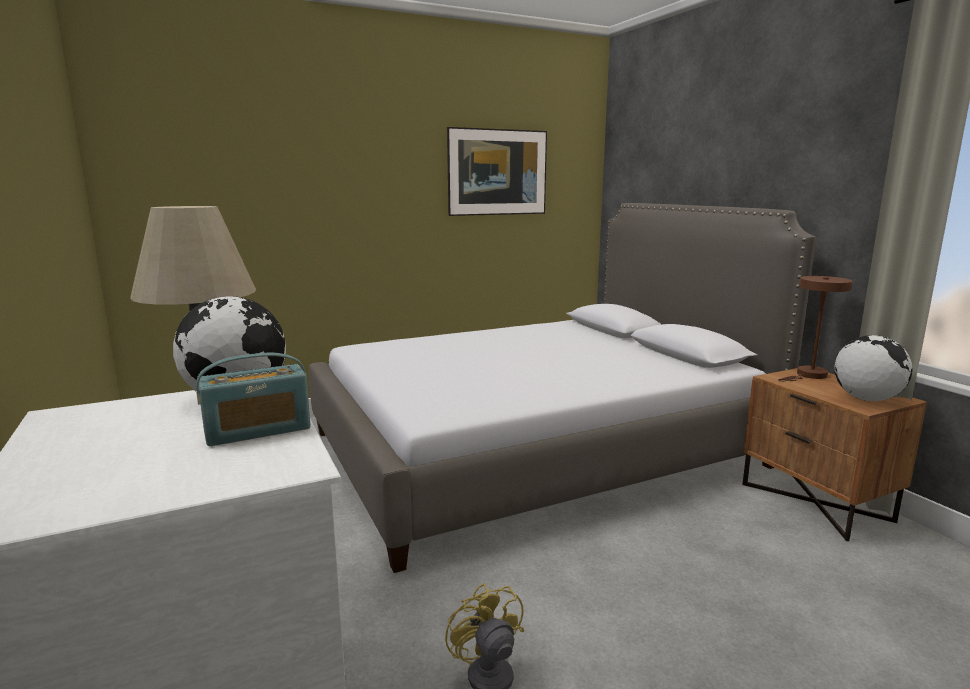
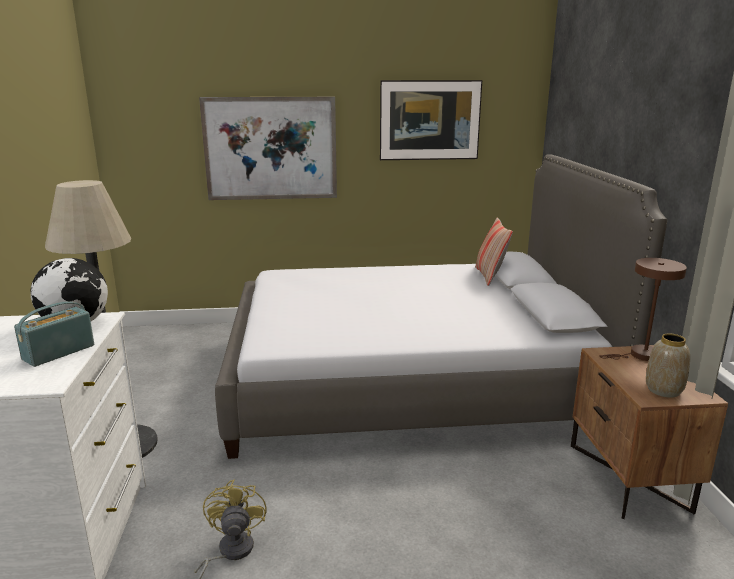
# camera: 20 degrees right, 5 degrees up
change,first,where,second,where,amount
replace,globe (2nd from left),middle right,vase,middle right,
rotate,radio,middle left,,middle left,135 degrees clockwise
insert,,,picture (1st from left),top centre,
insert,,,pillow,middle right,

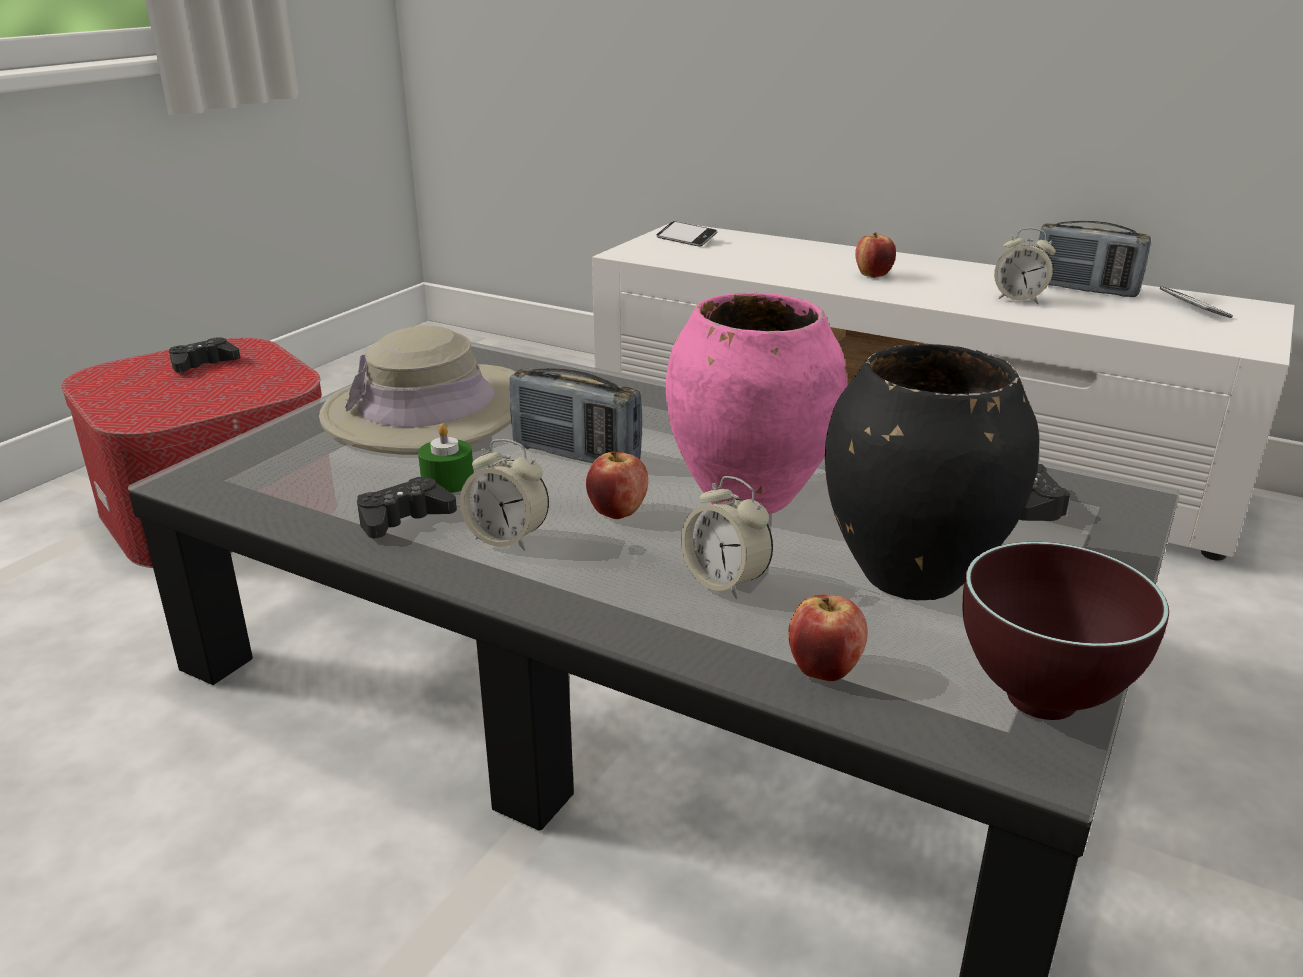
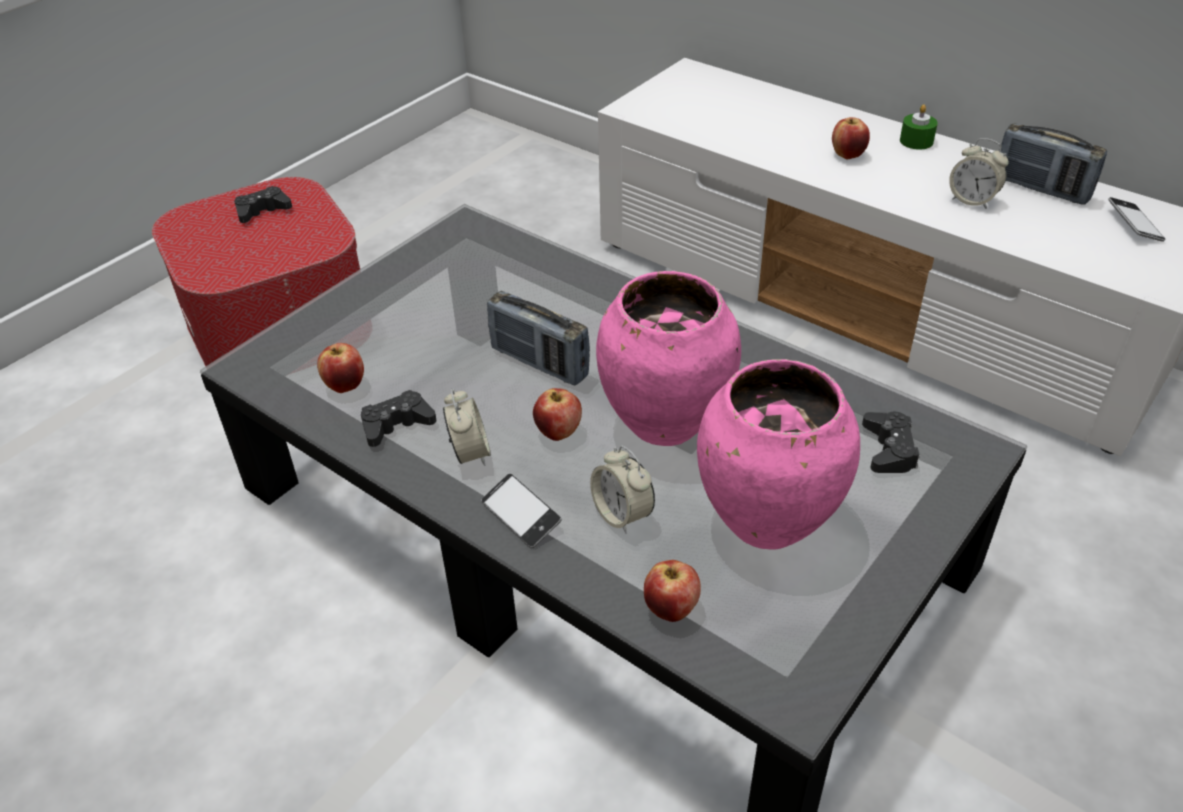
# camera: 10 degrees right, 15 degrees up
change,first,where,second,where,amount
move,phone (1st from left),top centre,,centre,
delete,hat (beige),middle left,,,
recolor,vase (black),middle right,vase (pink) (2nd from left),centre,
move,candle (green),centre,,top right,
rotate,alarm clock (1st from left),centre,,centre,135 degrees counterclockwise
delete,bowl (brown),middle right,,,
insert,,,apple (1st from left),middle left,

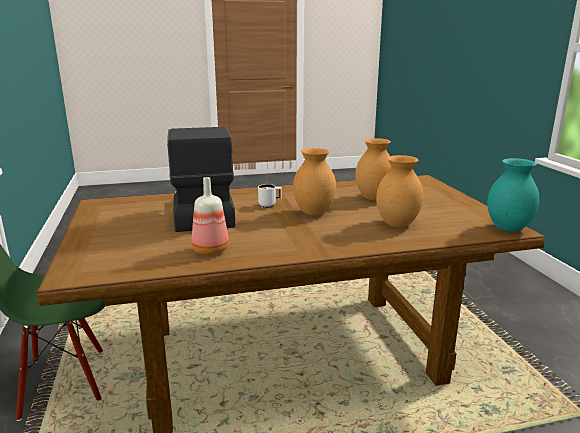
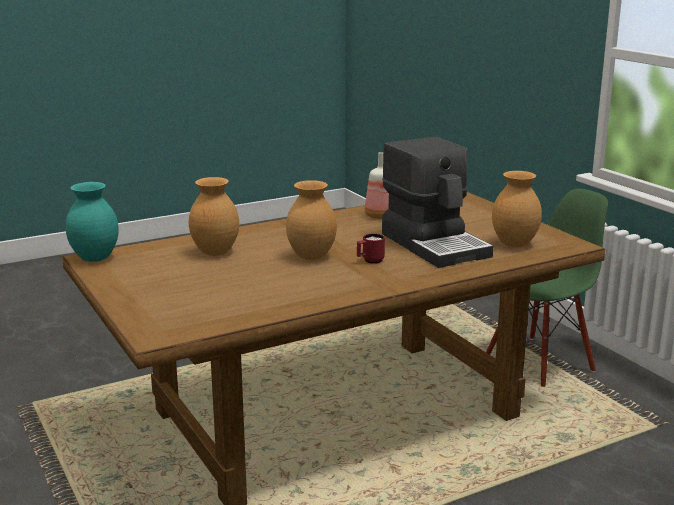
# camera: 165 degrees right, 0 degrees up
change,first,where,second,where,amount
move,vase (brown) (2nd from left in the first image),centre,vase (brown) (3rd from left),middle right,
recolor,mug (white),centre,mug (red),centre,

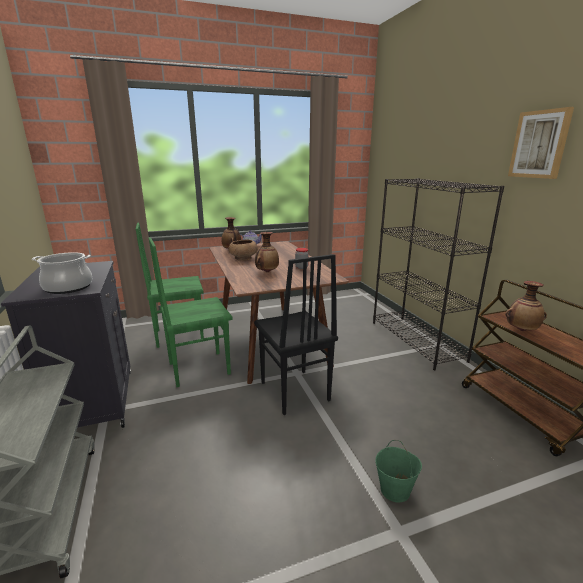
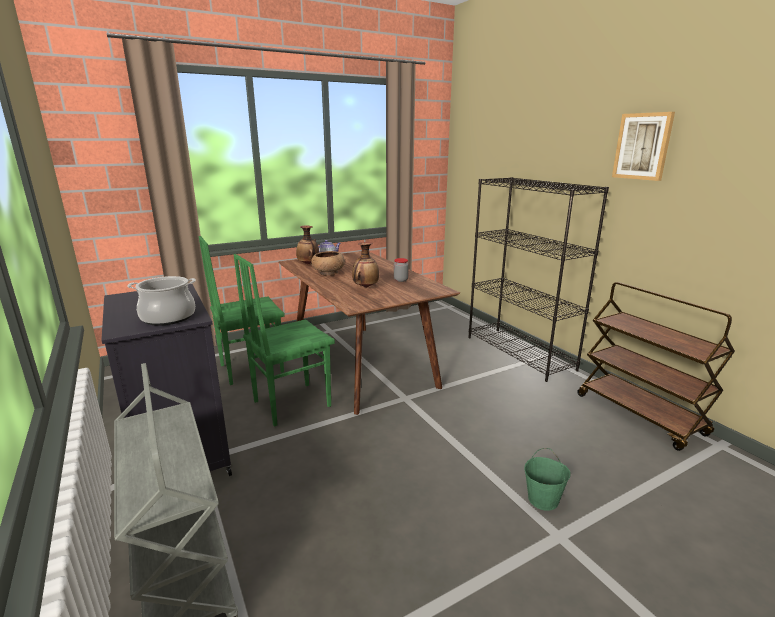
# camera: 10 degrees left, 0 degrees up
change,first,where,second,where,amount
delete,chair (black),centre,,,
delete,vase (3rd from left),middle right,,,

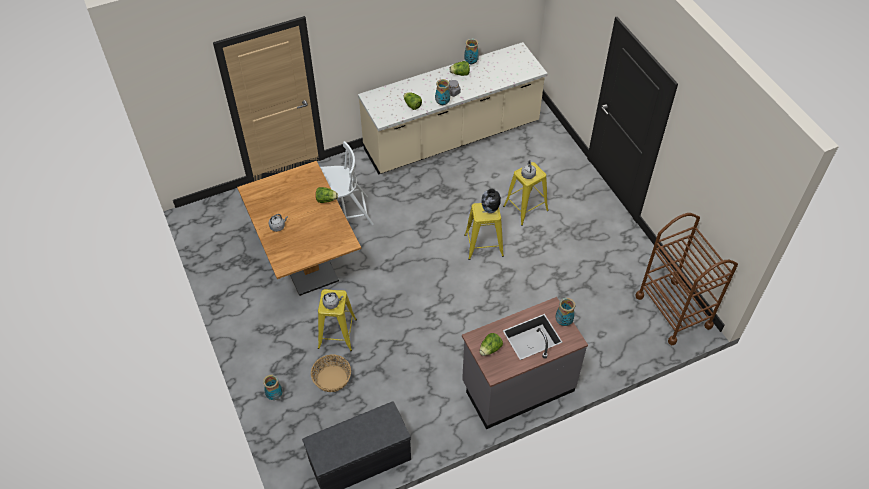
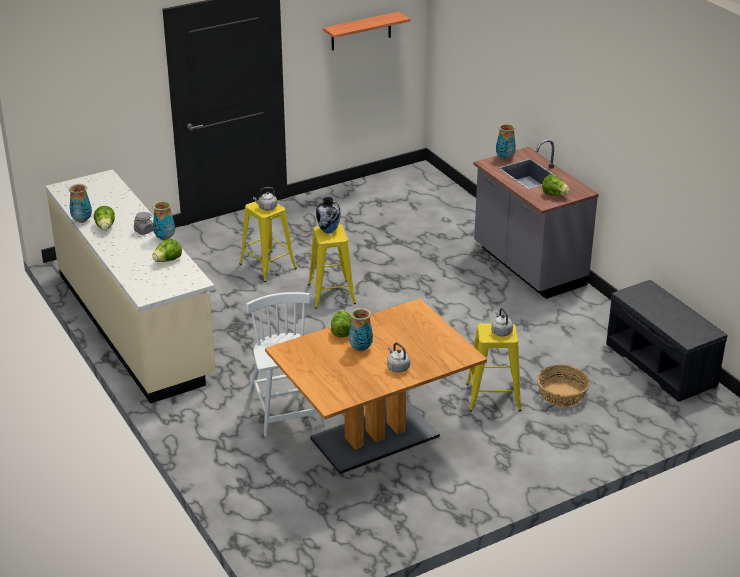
# camera: 95 degrees left, 20 degrees down
change,first,where,second,where,amount
delete,cart (brown),middle right,,,
move,vase (1st from left in the first image),bottom left,vase (4th from left),centre,
insert,,,shelf,top centre,

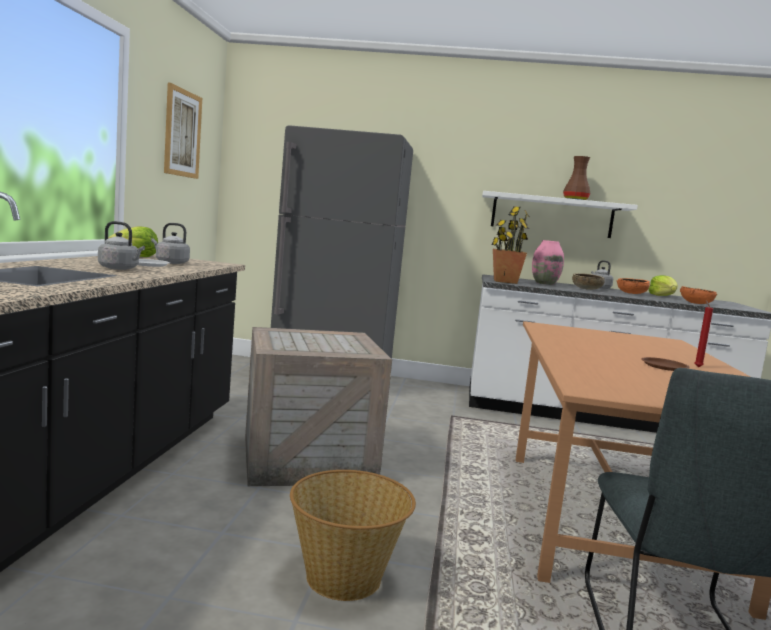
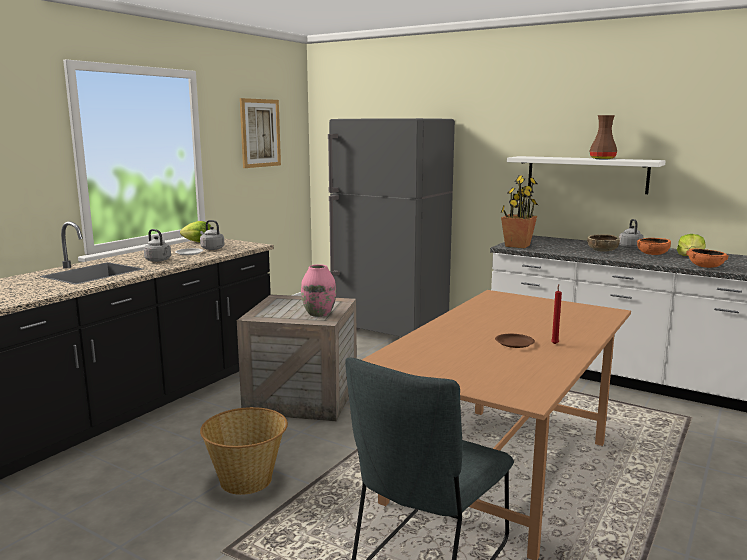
# camera: 25 degrees right, 5 degrees up
change,first,where,second,where,amount
move,vase (pink),middle right,,centre,

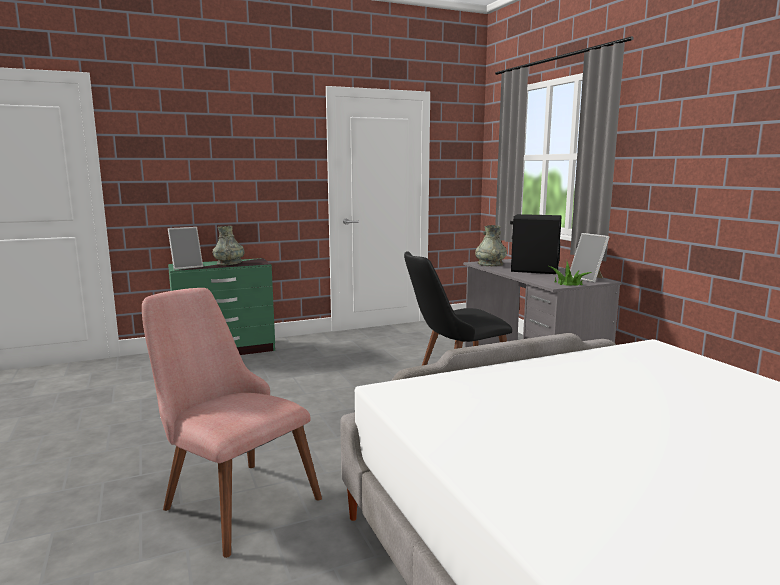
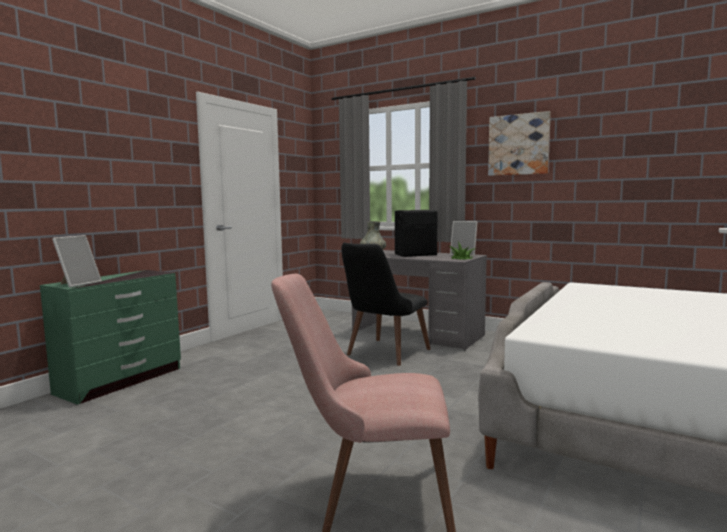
# camera: 35 degrees left, 5 degrees down
change,first,where,second,where,amount
delete,vase (grey) (1st from left),middle left,,,
insert,,,picture,top right,

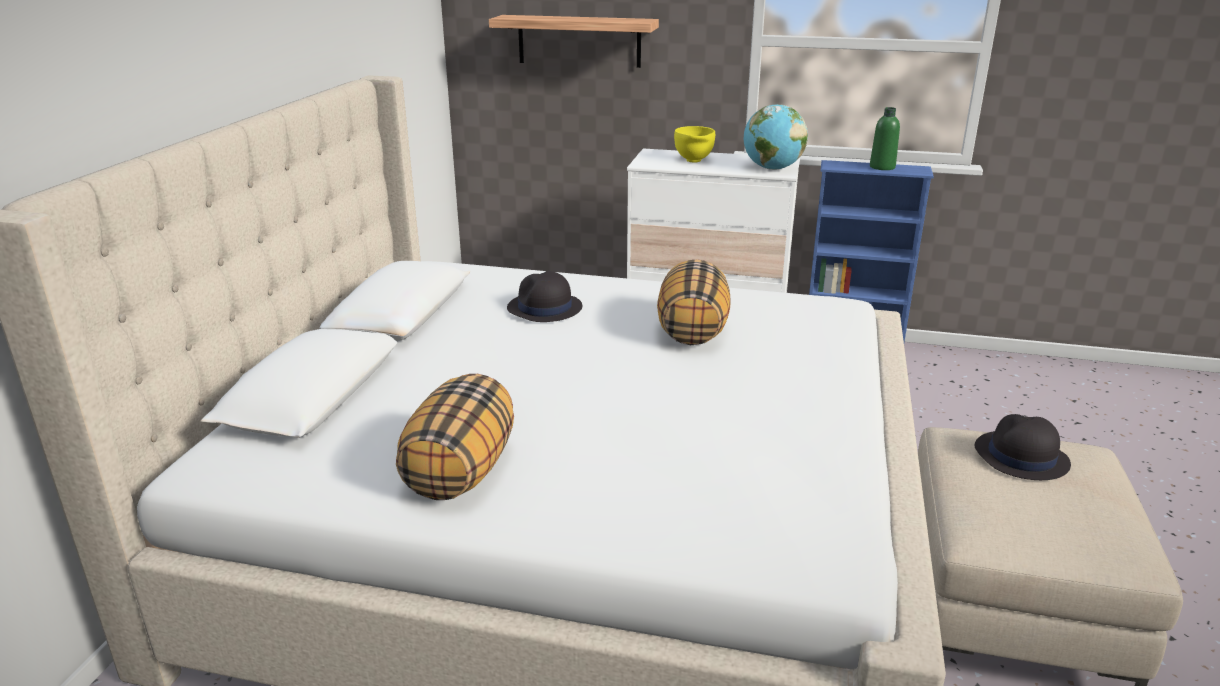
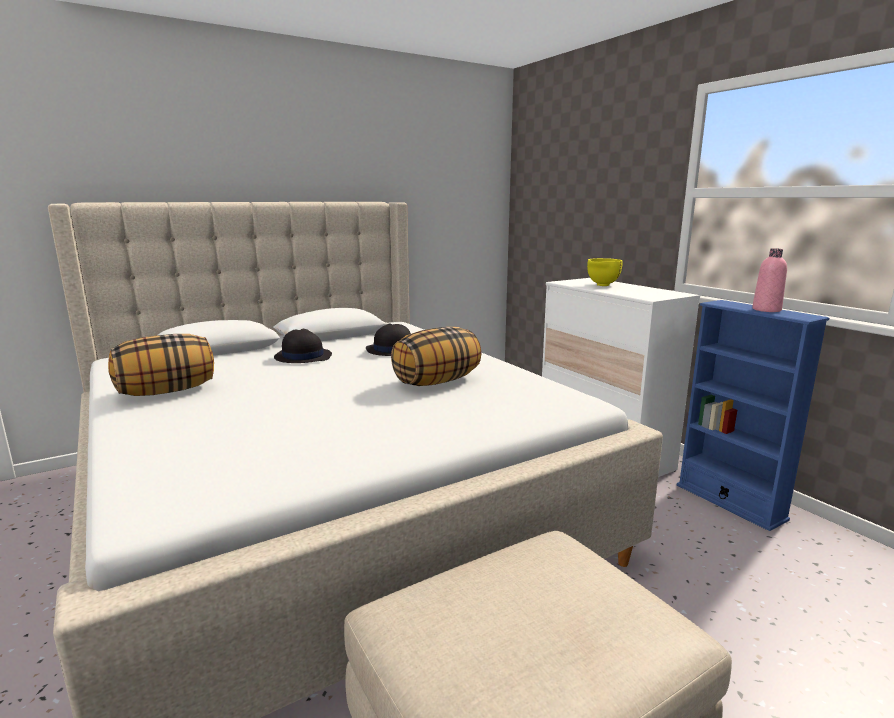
# camera: 45 degrees right, 10 degrees down
change,first,where,second,where,amount
delete,shelf,top centre,,,
delete,globe,top centre,,,
recolor,bottle (green),top right,bottle (pink),middle right,
move,hat (black) (2nd from left in the first image),middle right,hat (black) (1st from left),centre,

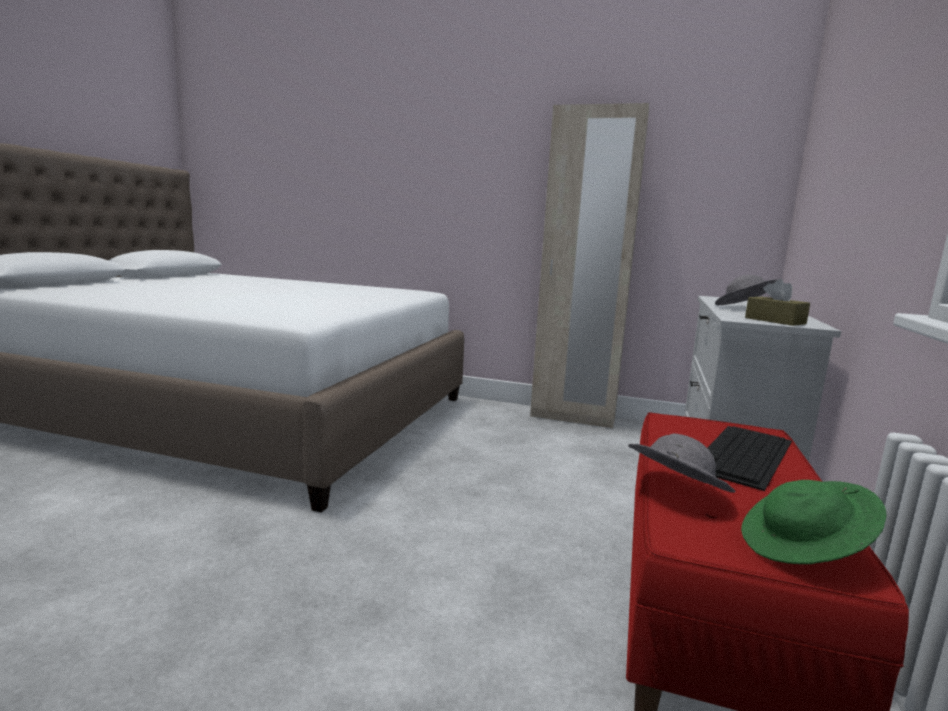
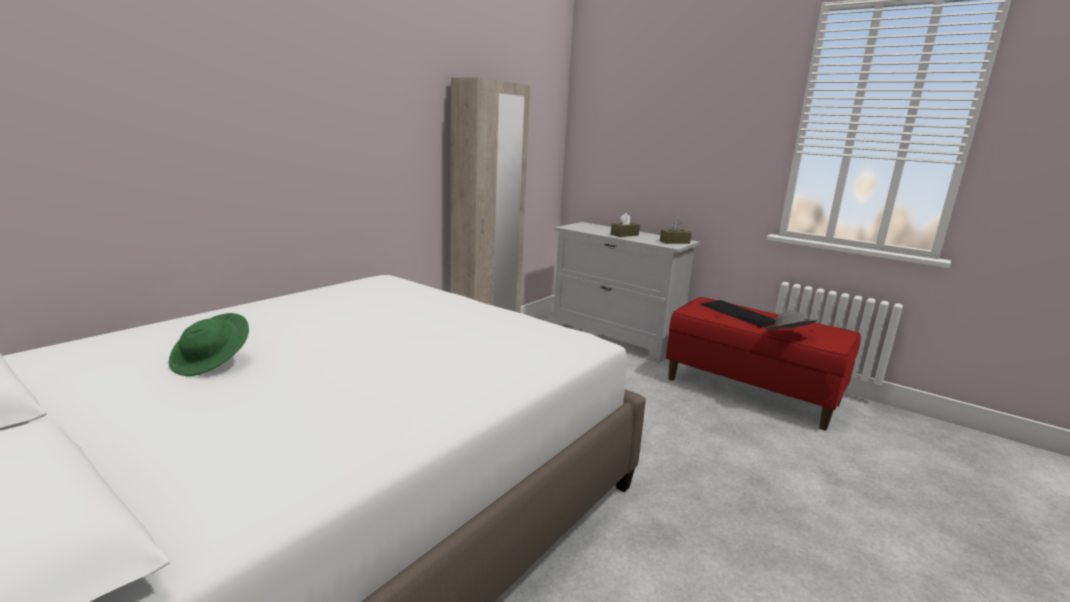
# camera: 70 degrees left, 5 degrees up
change,first,where,second,where,amount
replace,hat (grey) (2nd from left),middle right,tissue box (brown) (1st from left),centre,
move,hat (green),bottom right,,middle left,

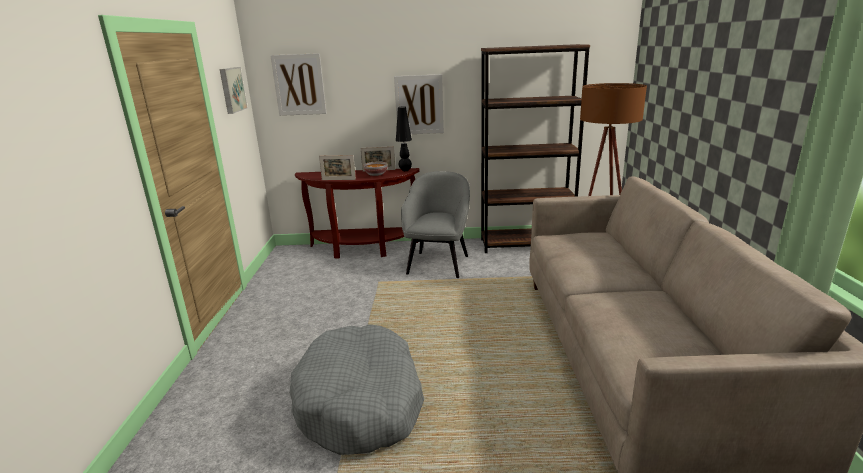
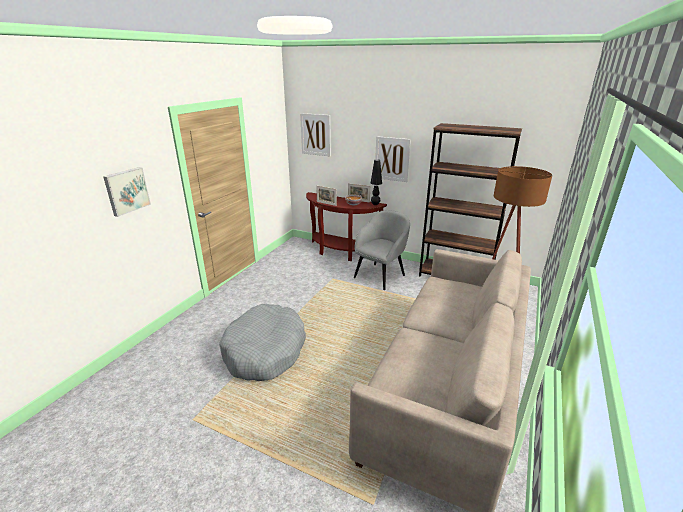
# camera: 25 degrees right, 5 degrees up
change,first,where,second,where,amount
move,picture (1st from left),top left,,middle left,

